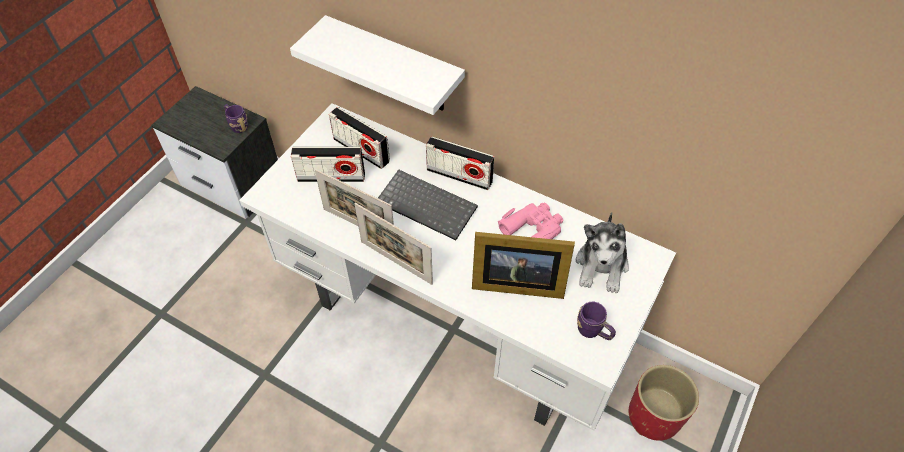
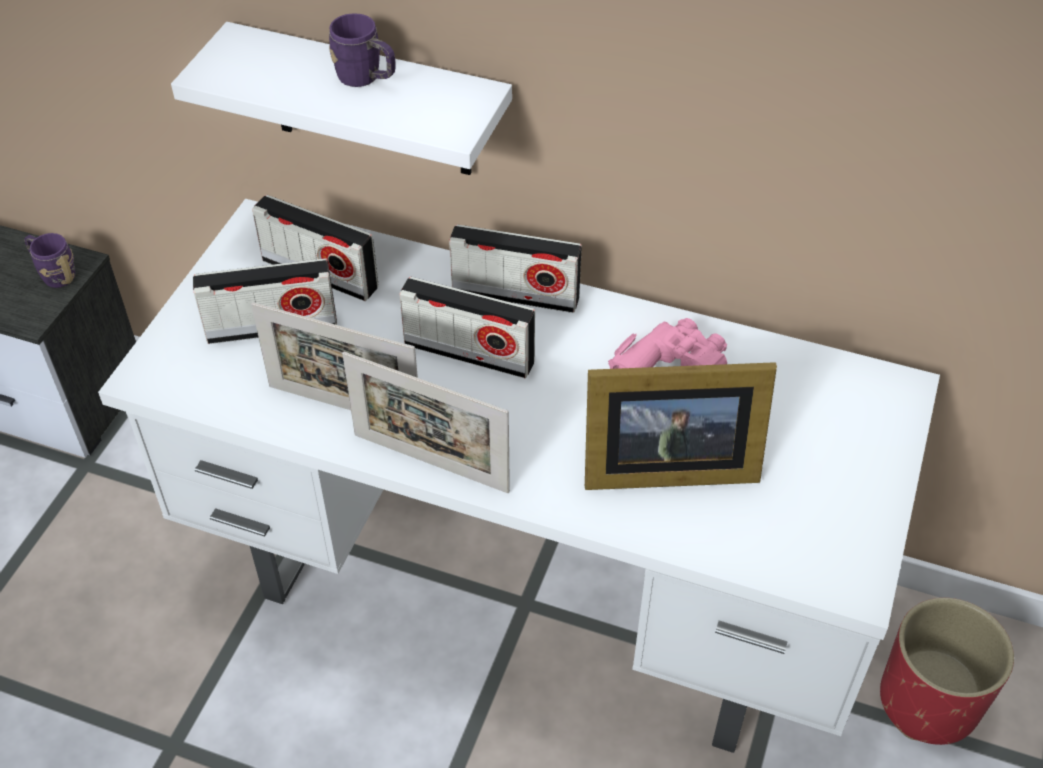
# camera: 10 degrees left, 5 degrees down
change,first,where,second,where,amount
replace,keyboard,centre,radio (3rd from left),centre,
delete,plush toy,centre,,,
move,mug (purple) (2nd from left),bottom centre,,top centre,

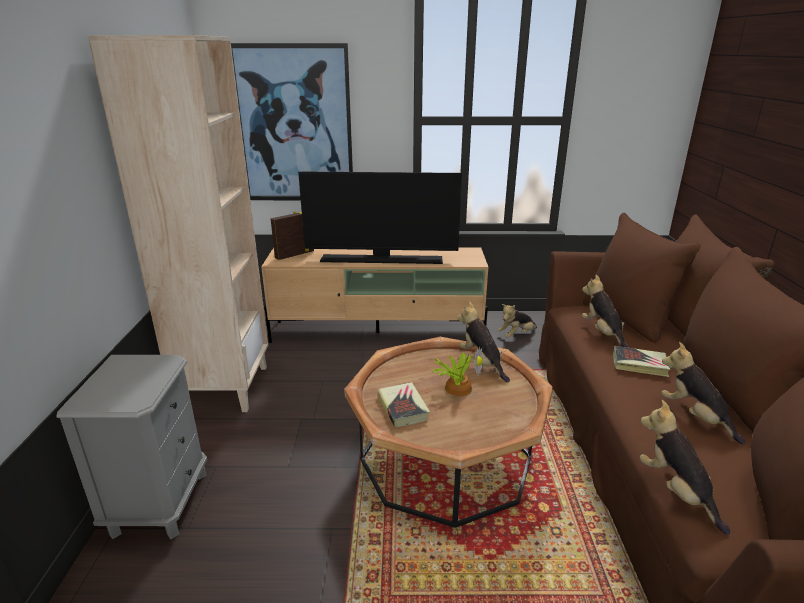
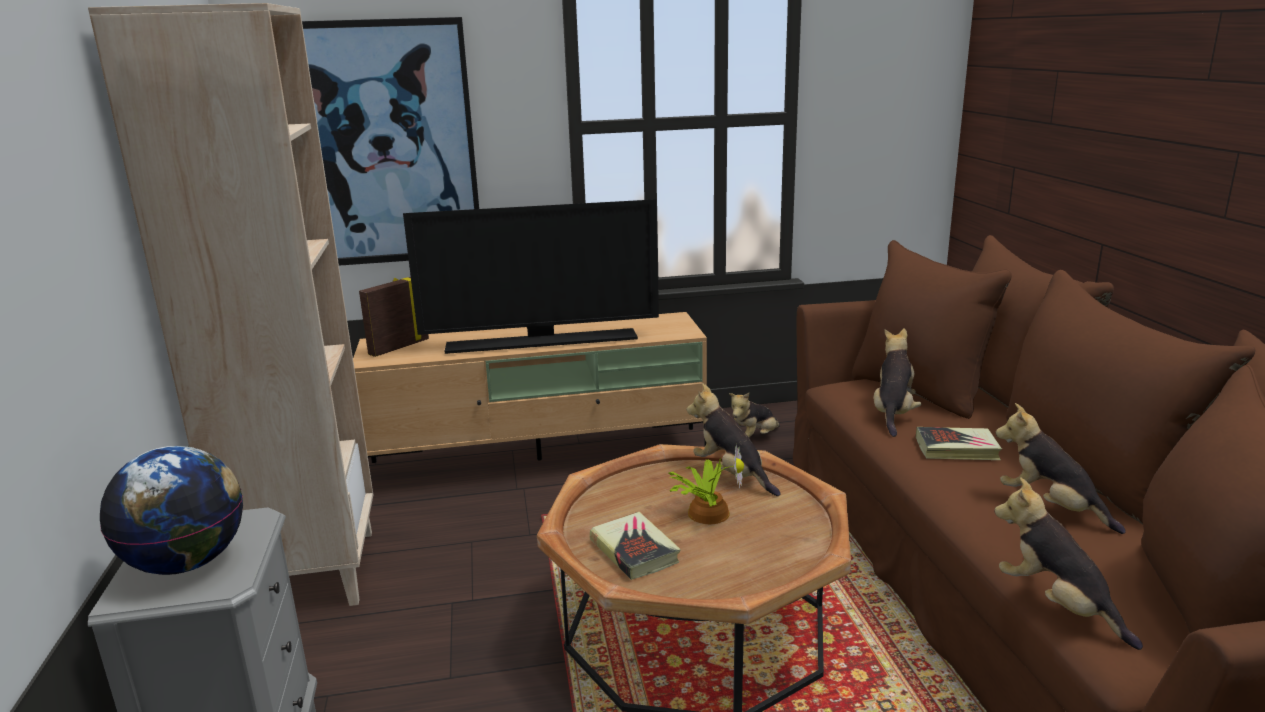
# camera: 10 degrees left, 5 degrees down
change,first,where,second,where,amount
rotate,plush toy (3rd from left),middle right,,middle right,45 degrees clockwise
insert,,,globe,bottom left,

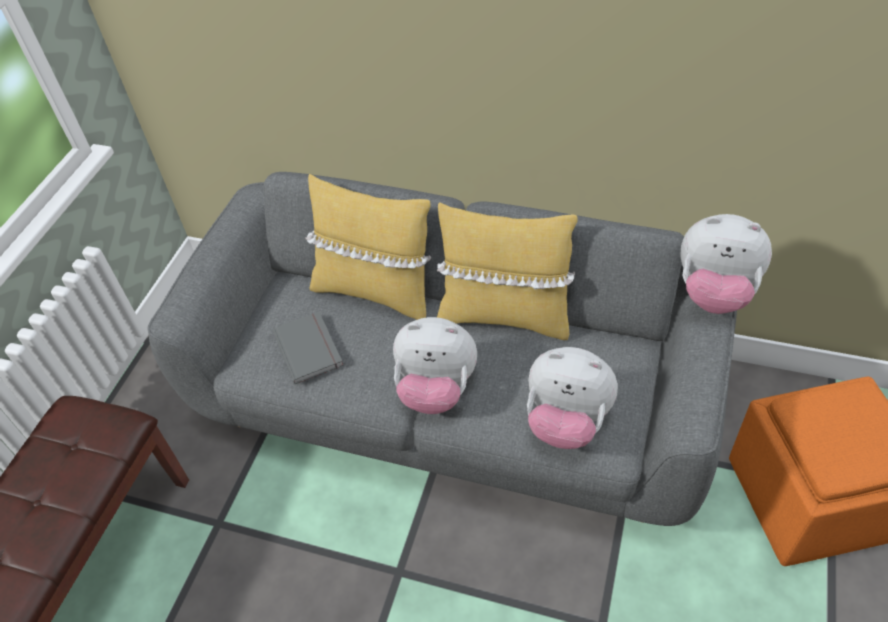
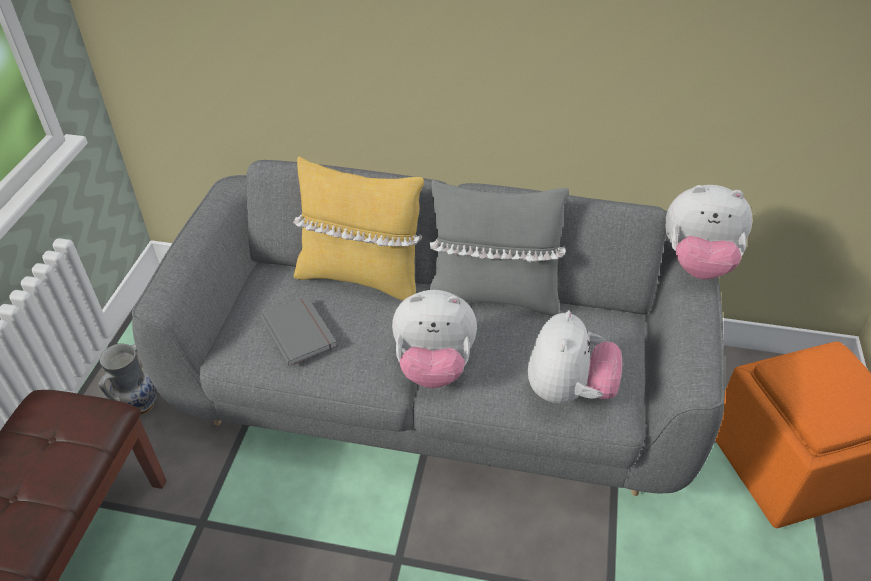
# camera: 10 degrees left, 5 degrees down
change,first,where,second,where,amount
recolor,pillow (yellow) (2nd from left),centre,pillow (grey),centre,
rotate,plush toy (2nd from left),centre,,centre,90 degrees counterclockwise
insert,,,vase,middle left,

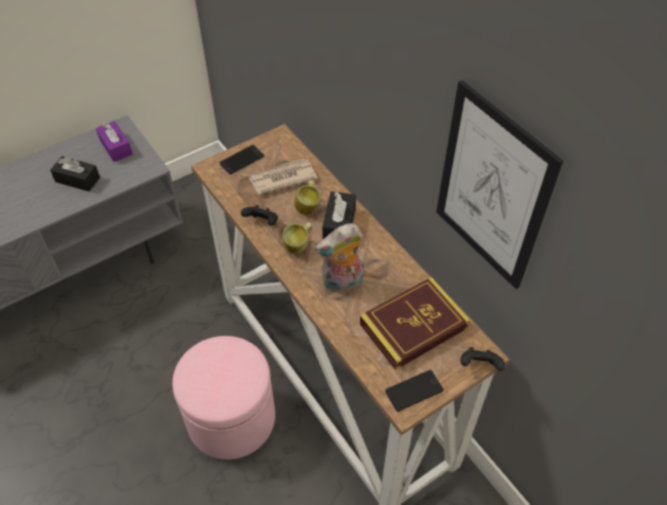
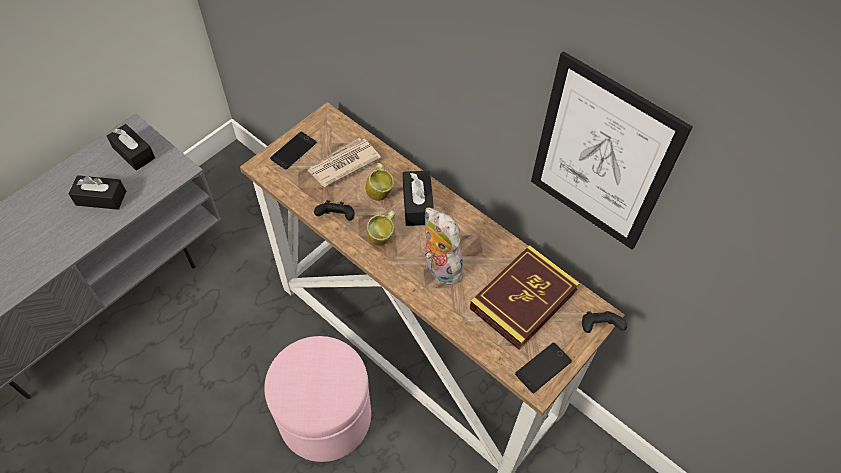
# camera: 15 degrees left, 5 degrees up
change,first,where,second,where,amount
recolor,tissue box (purple),top left,tissue box (black) (2nd from left),top left,
rotate,plush toy,centre,,centre,90 degrees clockwise

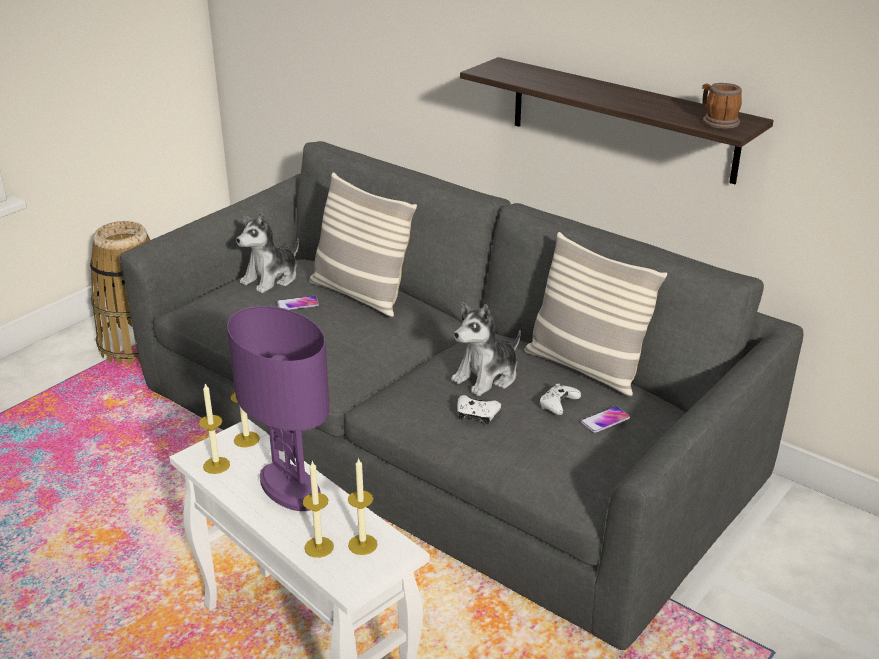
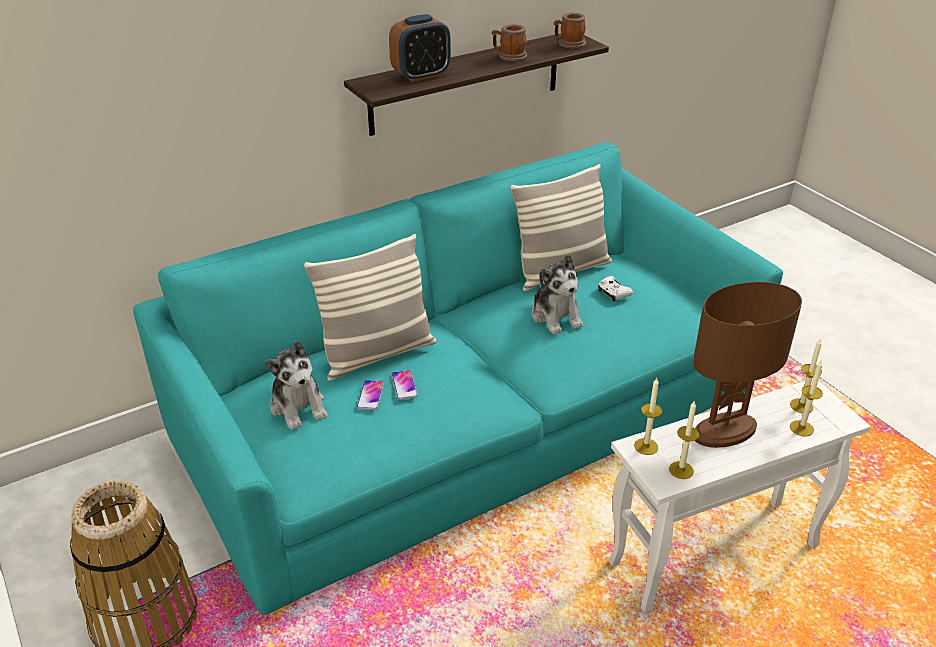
# camera: 70 degrees left, 5 degrees up
change,first,where,second,where,amount
recolor,sofa (grey),centre,sofa (turquoise),centre,
recolor,table lamp (purple),middle left,table lamp (brown),middle right,
delete,game controller (white) (1st from left),centre,,,
move,phone (2nd from left),middle right,,centre,
insert,,,alarm clock,top centre,
insert,,,mug (1st from left),top centre,

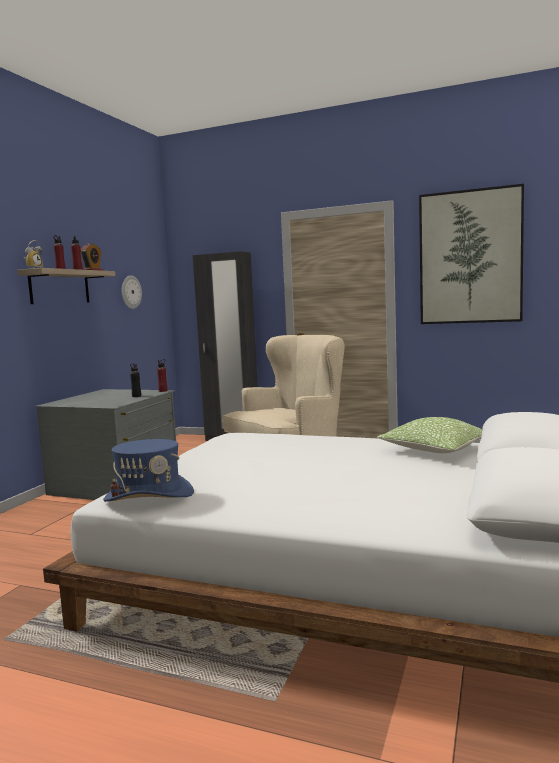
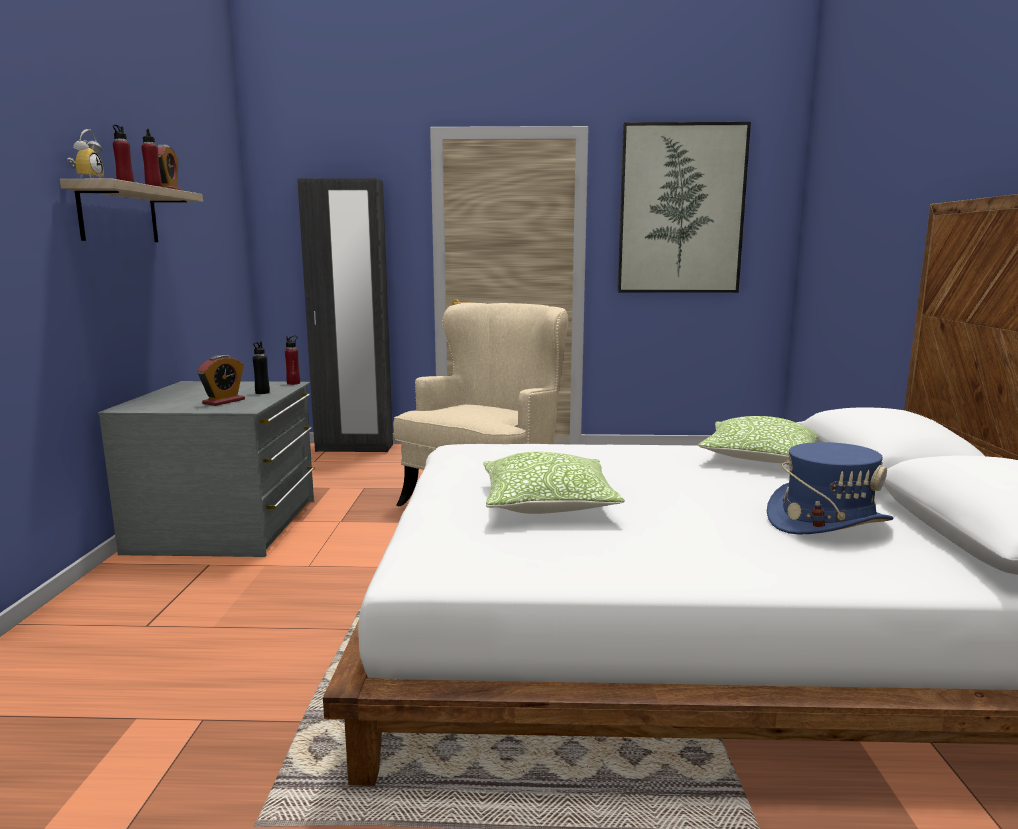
# camera: 20 degrees left, 5 degrees up
change,first,where,second,where,amount
delete,wall clock,middle left,,,
move,hat (blue),middle left,,middle right,
insert,,,alarm clock (3rd from left),middle left,
insert,,,pillow (1st from left),centre,

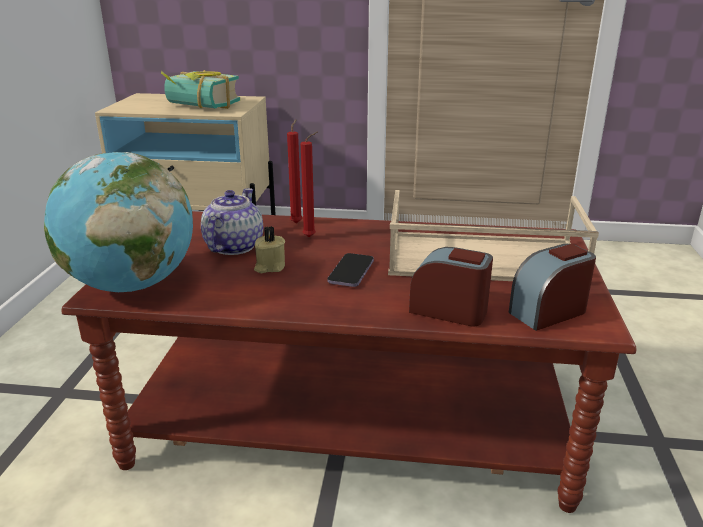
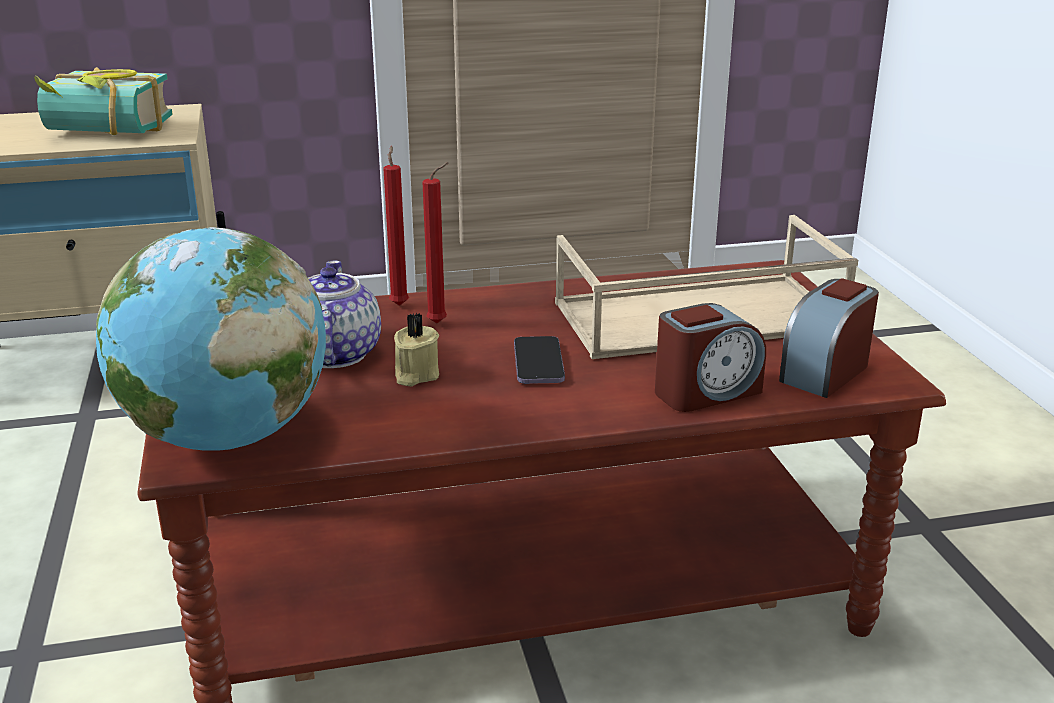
# camera: 20 degrees left, 0 degrees up
change,first,where,second,where,amount
rotate,alarm clock (1st from left),centre,,middle right,150 degrees clockwise

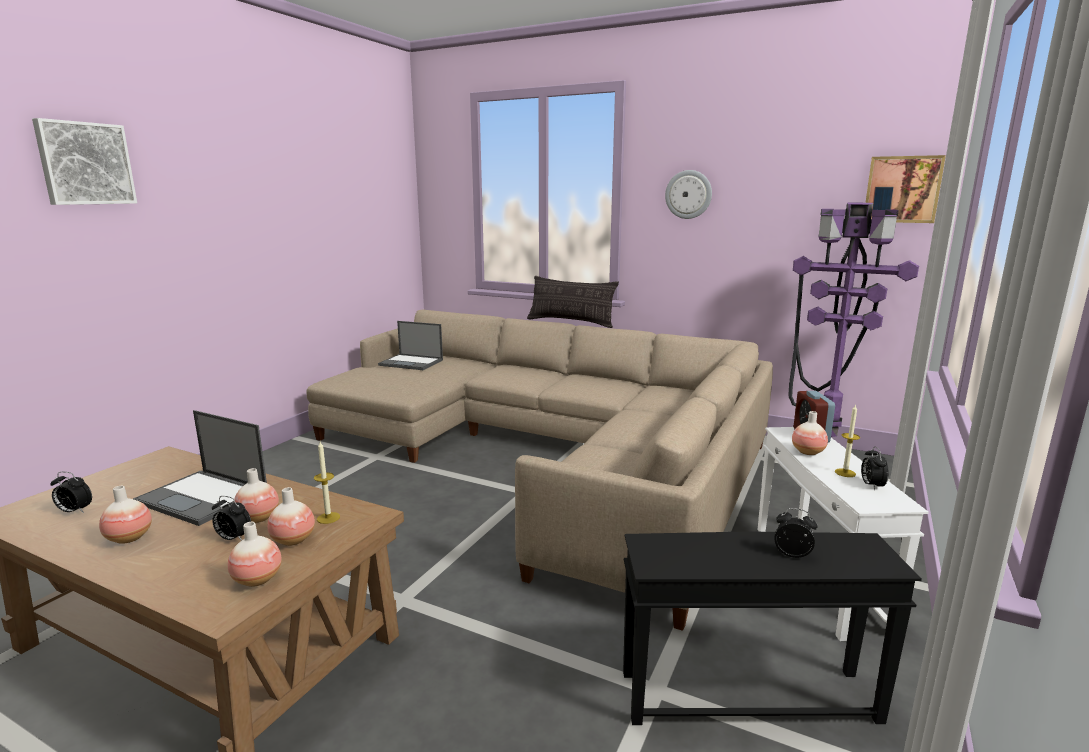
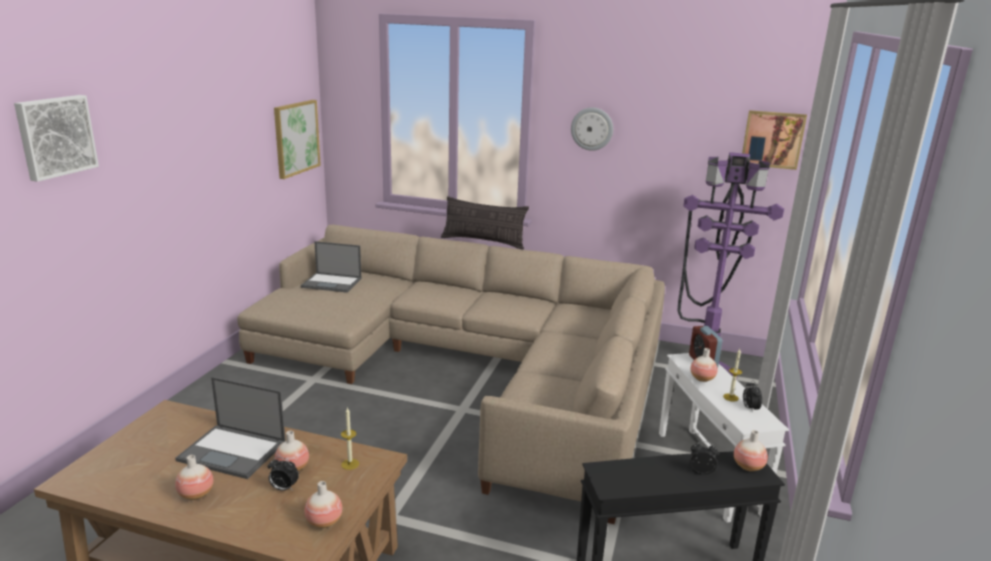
# camera: 10 degrees left, 5 degrees up
change,first,where,second,where,amount
delete,alarm clock (1st from left),middle left,,,
move,vase (4th from left in the first image),bottom left,vase (5th from left),bottom right,
insert,,,picture (2nd from left),top left,

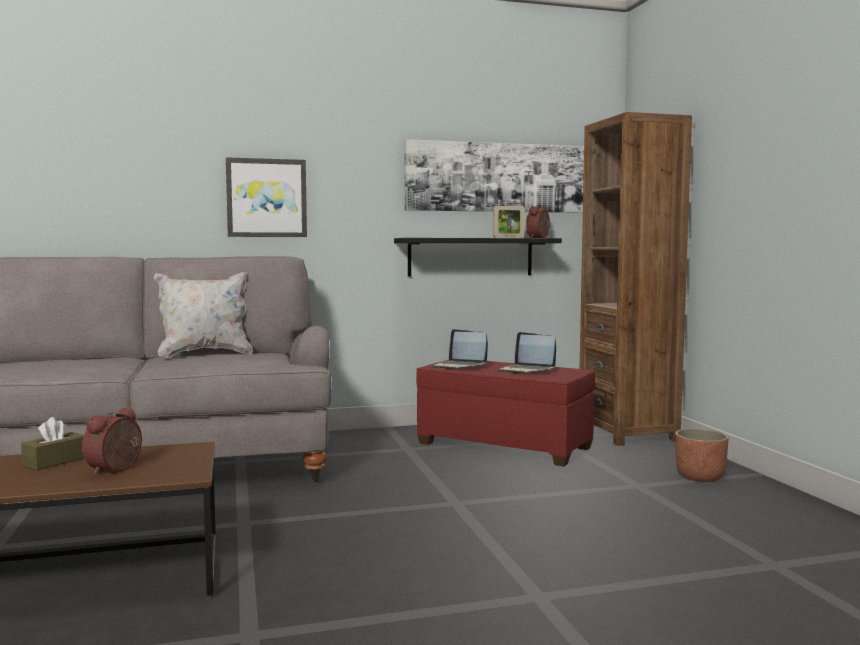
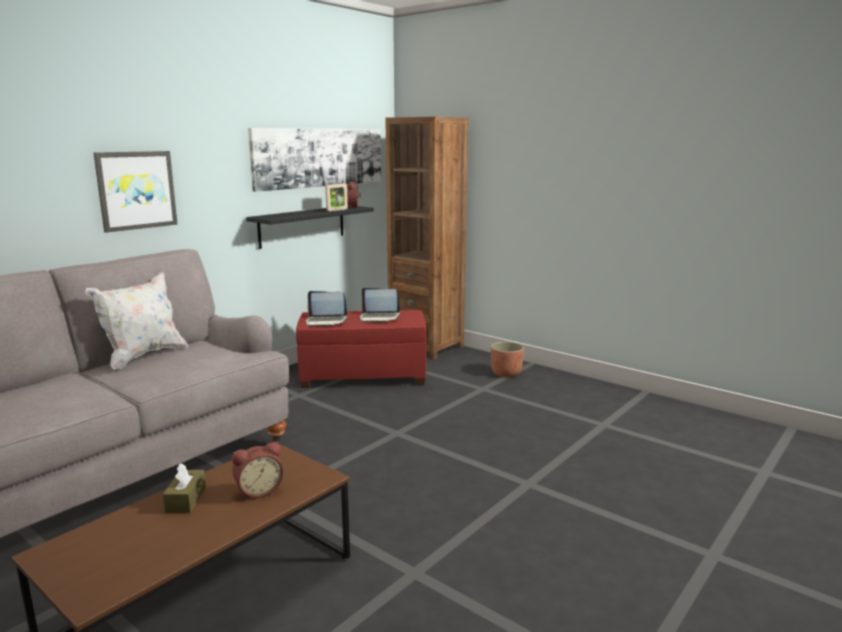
# camera: 35 degrees left, 10 degrees up
change,first,where,second,where,amount
rotate,alarm clock (1st from left),bottom left,,bottom left,105 degrees counterclockwise

